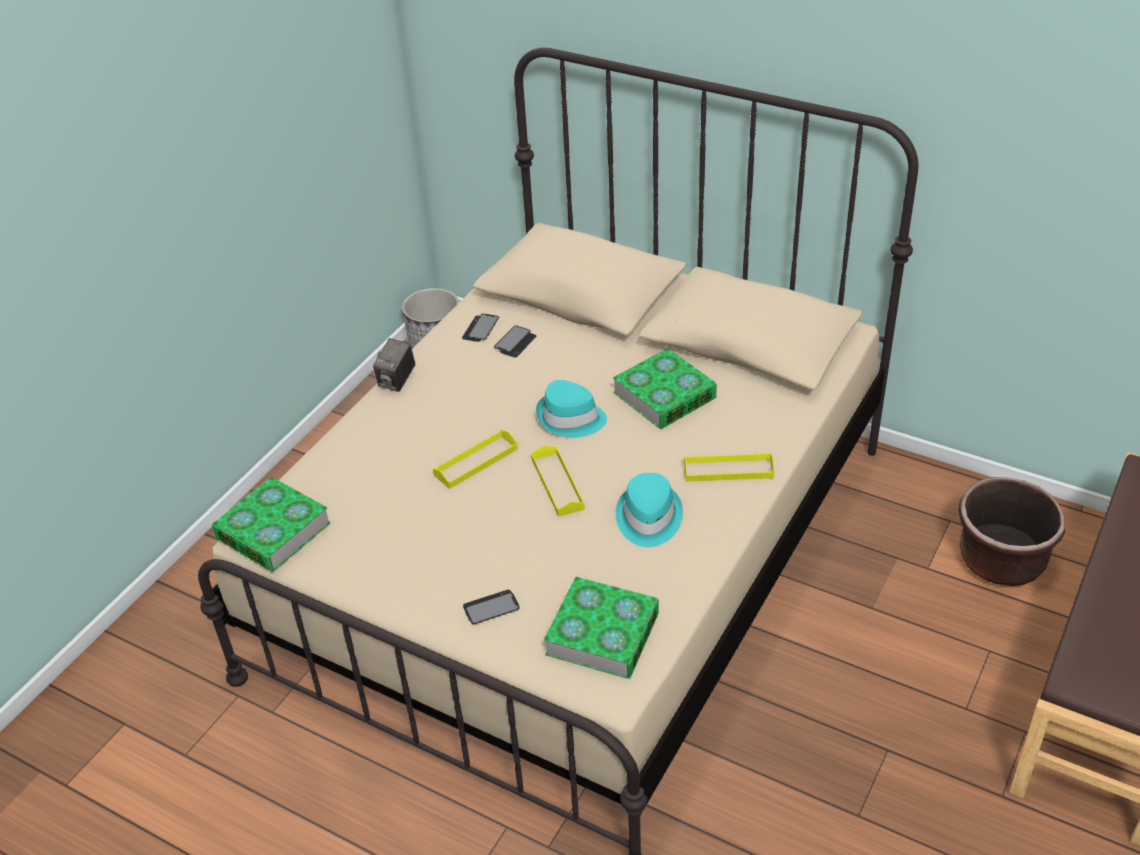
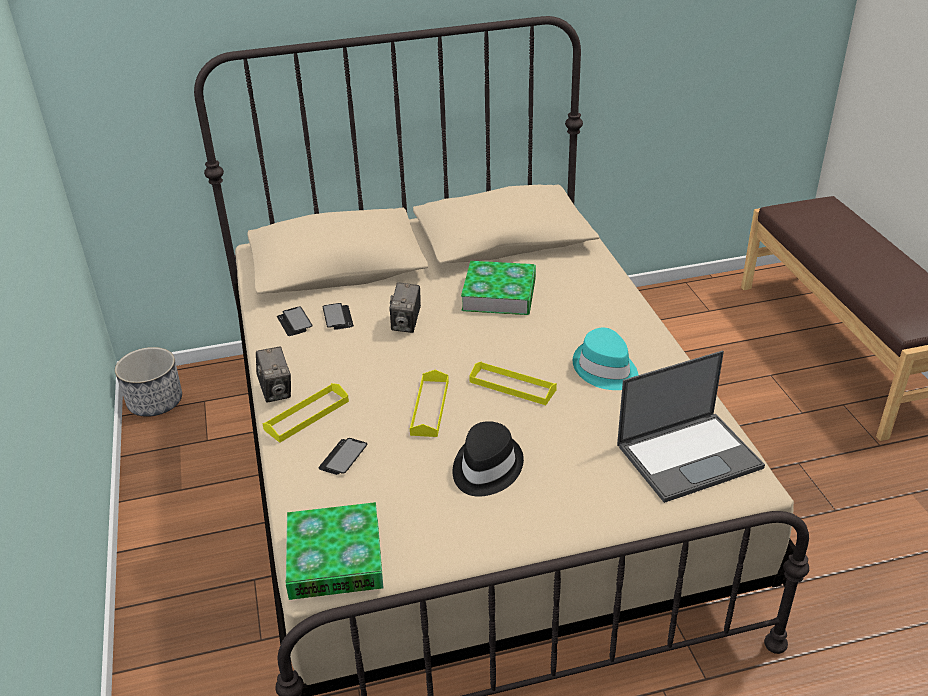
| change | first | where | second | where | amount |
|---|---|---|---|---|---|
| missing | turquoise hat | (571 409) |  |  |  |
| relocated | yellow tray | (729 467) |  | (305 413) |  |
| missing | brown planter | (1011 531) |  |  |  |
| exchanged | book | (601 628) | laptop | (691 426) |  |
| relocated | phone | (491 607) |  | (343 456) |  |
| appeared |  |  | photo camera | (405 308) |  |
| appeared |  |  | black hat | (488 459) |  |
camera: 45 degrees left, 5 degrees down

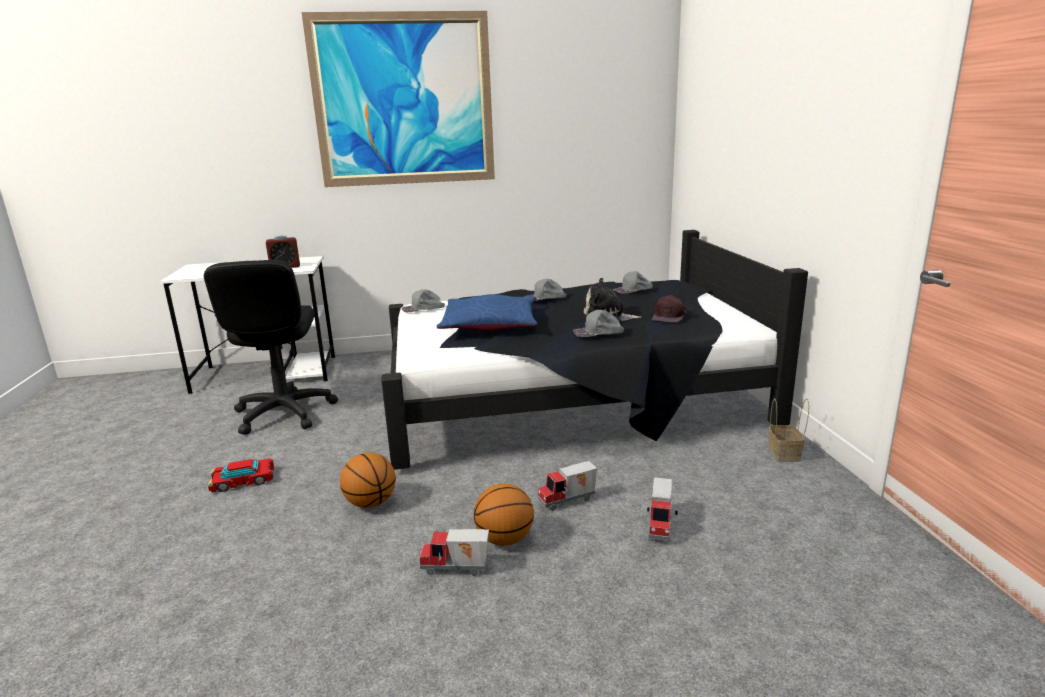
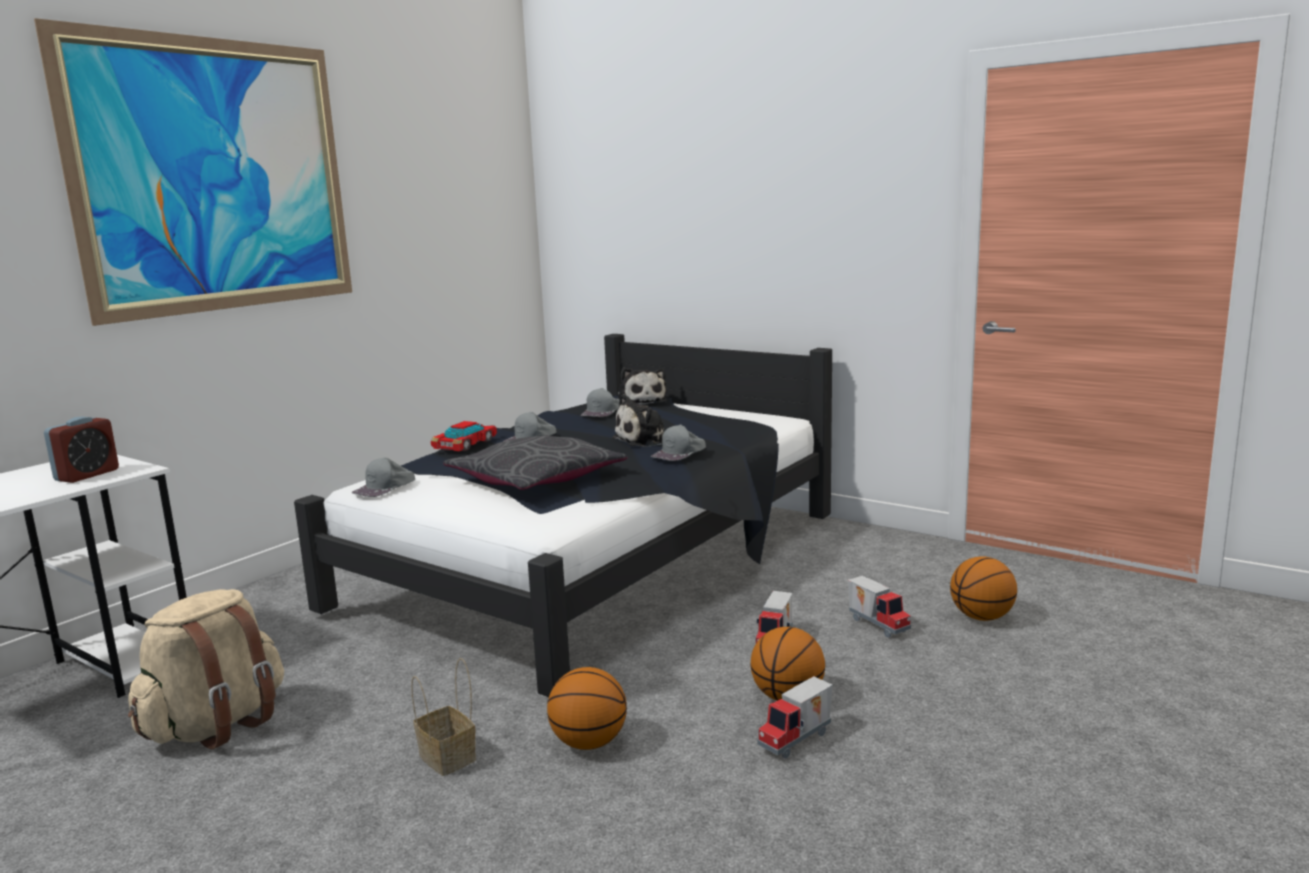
| change | first | where | second | where | amount |
|---|---|---|---|---|---|
| exchanged | black office chair | (271 347) | beige backpack | (206 669) |  |
| colour | blue pillow | (487 312) | grey pillow | (535 462) |  |
| missing | brown cap | (669 309) |  |  |  |
| relocated | basket | (788 430) |  | (443 717) |  |
| relocated | toy car | (241 475) |  | (464 436) |  |
| appeared |  |  | plush toy | (642 386) |  |
| appeared |  |  | basketball | (983 588) |  |
camera: 45 degrees left, 5 degrees down

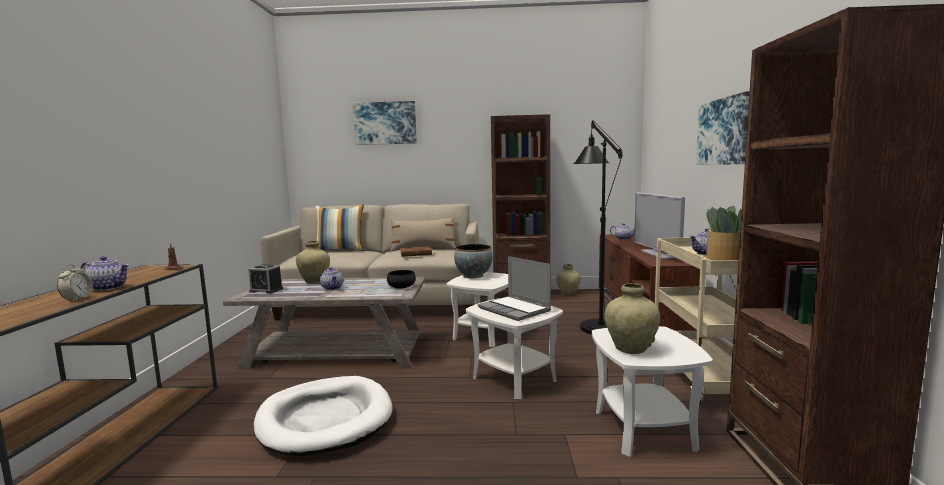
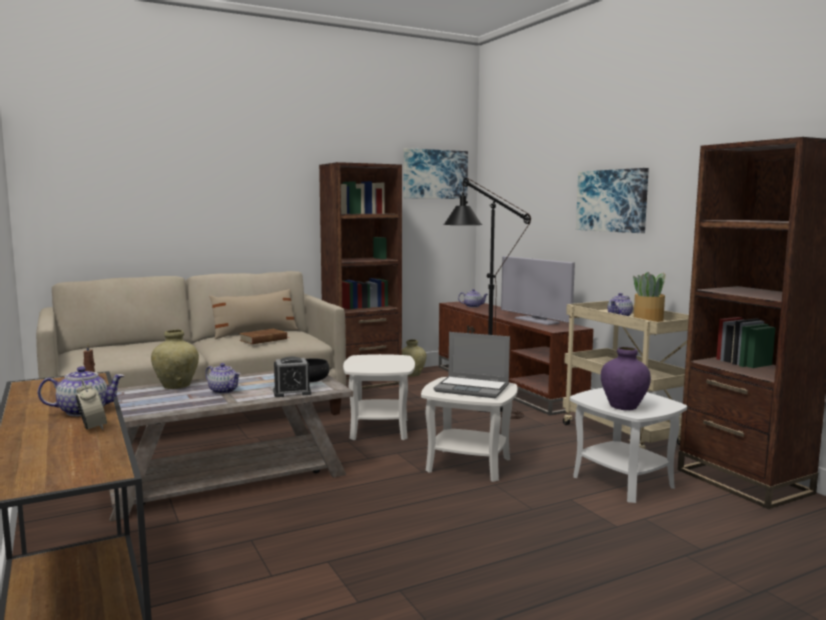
| change | first | where | second | where | amount |
|---|---|---|---|---|---|
| relocated | picture | (385 123) |  | (435 173) |  |
| missing | pillow | (339 227) |  |  |  |
| missing | bowl | (473 261) |  |  |  |
| relocated | alarm clock | (265 279) |  | (292 377) |  |
| colour | beige vase | (632 318) | purple vase | (626 378) |  |
| missing | white dog bed | (323 416) |  |  |  |
camera: 30 degrees left, 0 degrees up

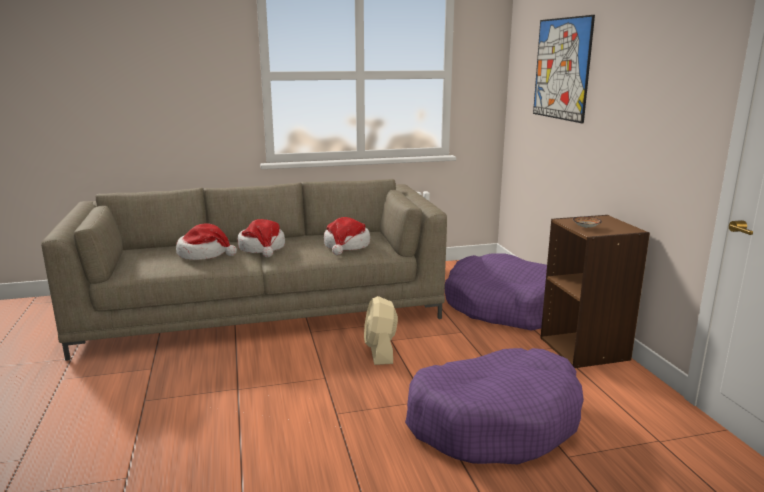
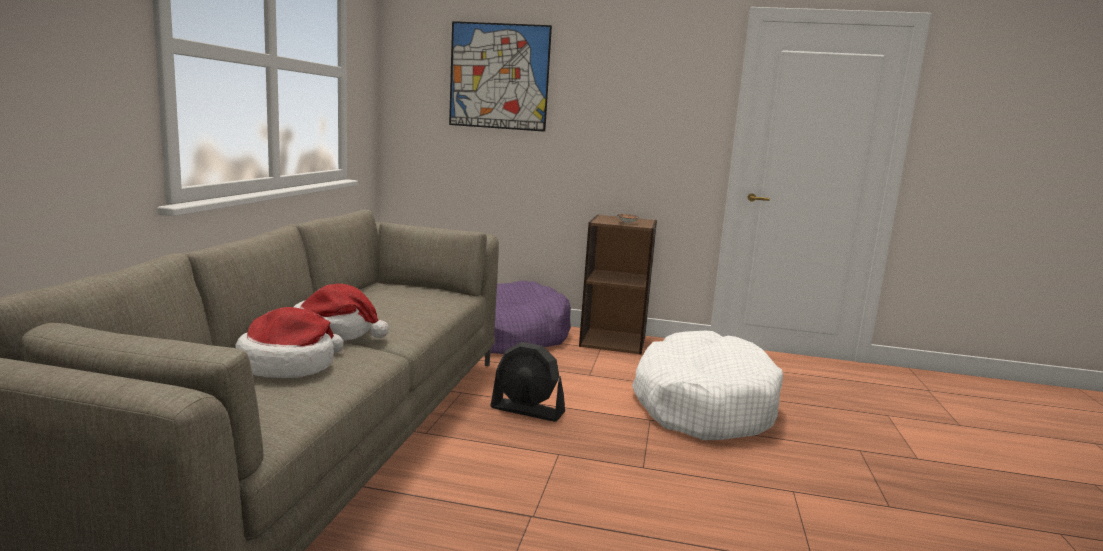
| change | first | where | second | where | amount |
|---|---|---|---|---|---|
| missing | hat | (347 236) |  |  |  |
| colour | beige fan | (381 330) | black fan | (527 382) |  |
| colour | purple dog bed | (494 406) | white dog bed | (707 385) |  |
camera: 65 degrees left, 5 degrees down

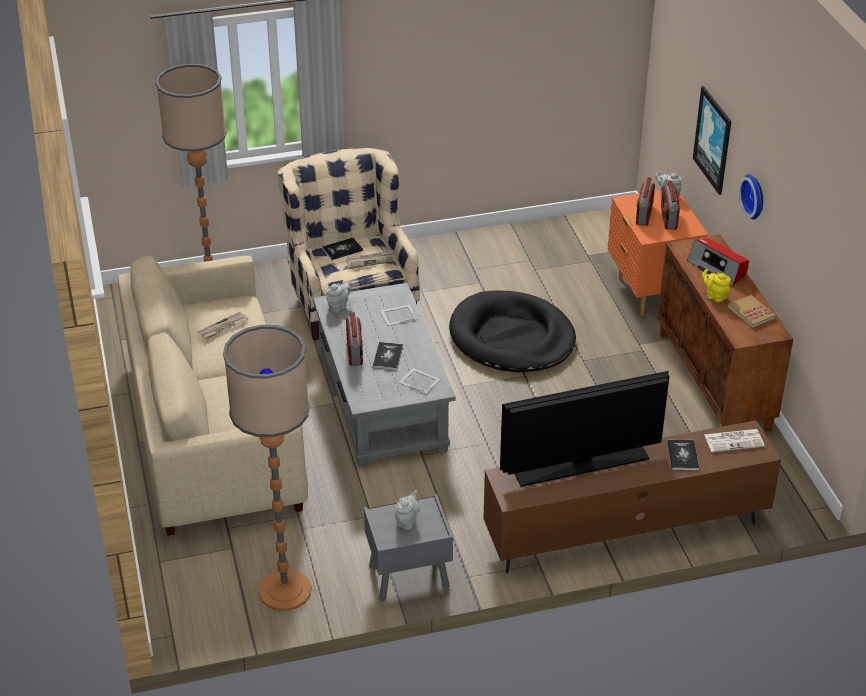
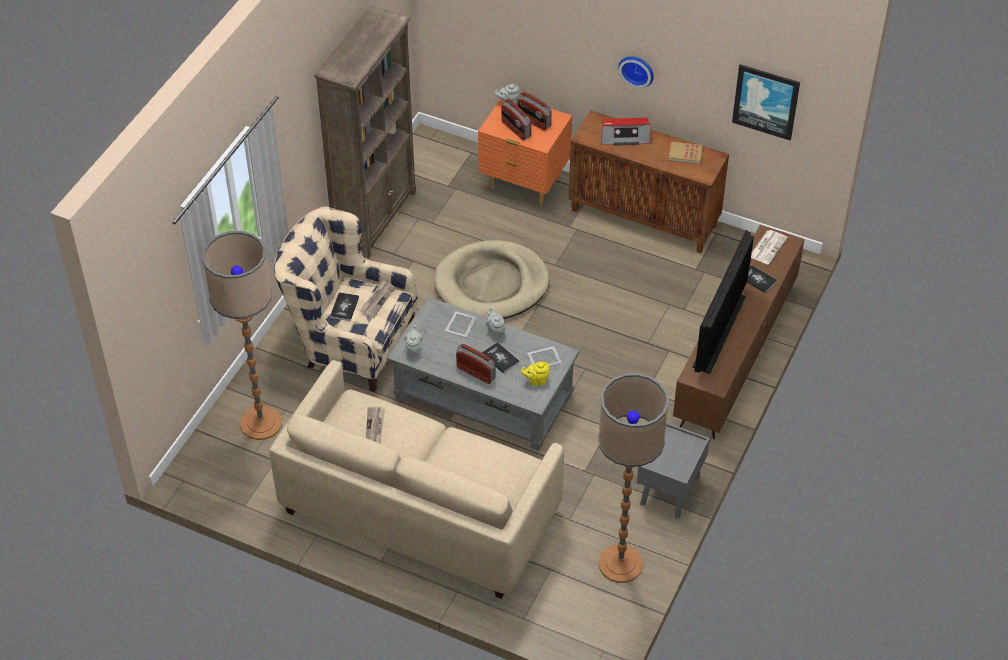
| change | first | where | second | where | amount |
|---|---|---|---|---|---|
| relocated | picture | (712 140) |  | (766 102) |  |
| relocated | yellow teapot | (716 285) |  | (535 374) |  |
| colour | black dog bed | (512 331) | beige dog bed | (492 279) |  |
| relocated | grey teapot | (407 510) |  | (495 322) |  |
| appeared |  |  | brown bookcase | (365 132) |  |
camera: 50 degrees left, 10 degrees up

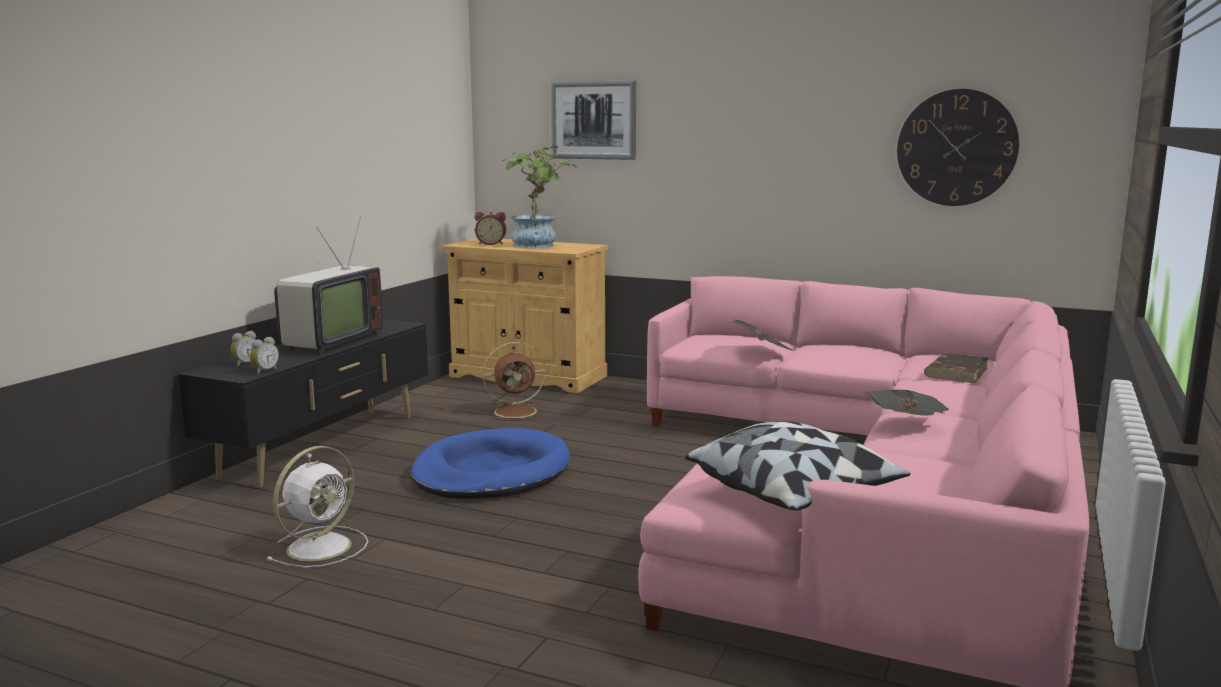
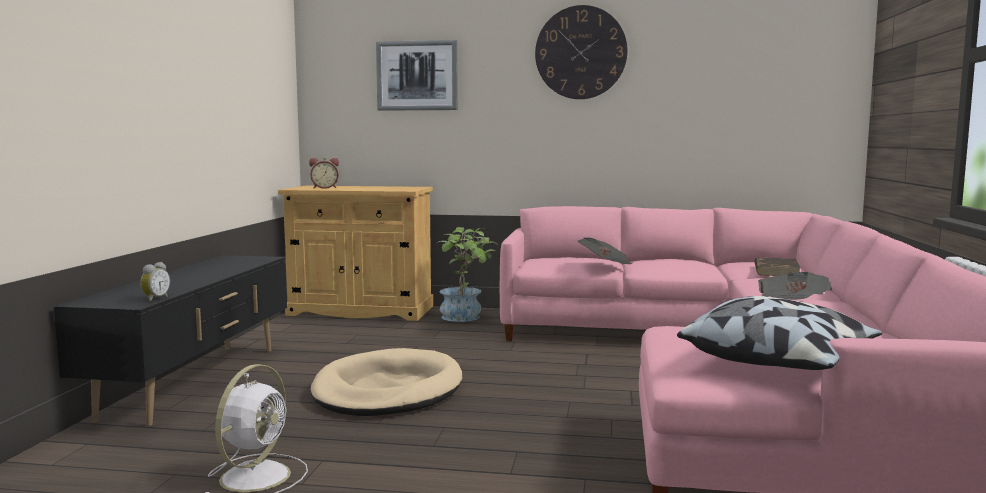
| change | first | where | second | where | amount |
|---|---|---|---|---|---|
| relocated | wall clock | (958 147) |  | (581 52) |  |
| relocated | potted plant | (540 197) |  | (467 274) |  |
| missing | television | (328 285) |  |  |  |
| missing | alarm clock | (243 349) |  |  |  |
| missing | brown fan | (514 381) |  |  |  |
| colour | blue dog bed | (490 463) | beige dog bed | (386 382) |  |
camera: 15 degrees left, 5 degrees down

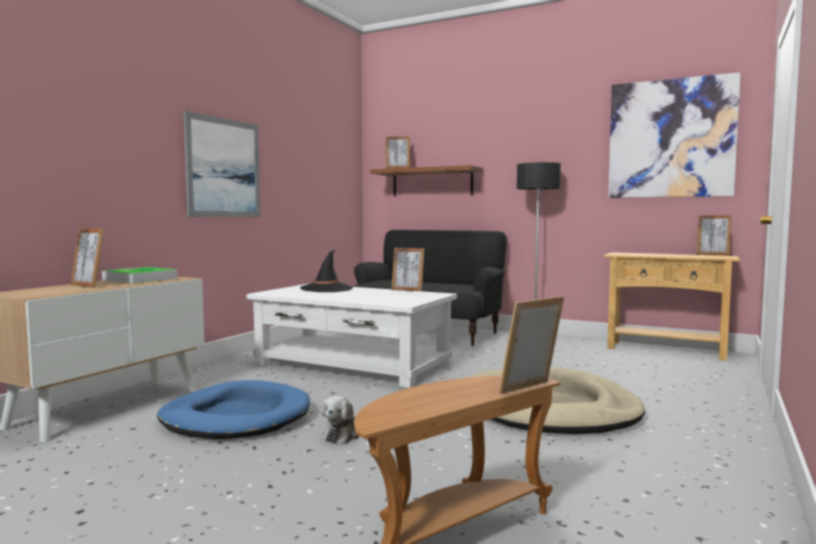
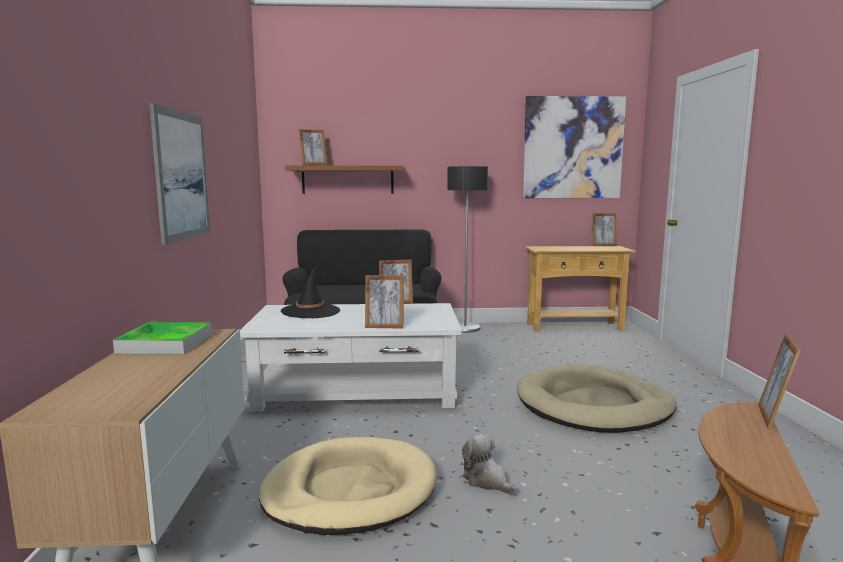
| change | first | where | second | where | amount |
|---|---|---|---|---|---|
| relocated | picture frame | (87 258) |  | (384 302) |  |
| colour | blue dog bed | (233 409) | beige dog bed | (347 486) |  |
| spun | plush toy | (340 420) |  | (490 464) | 150 degrees clockwise |
camera: 30 degrees left, 5 degrees up

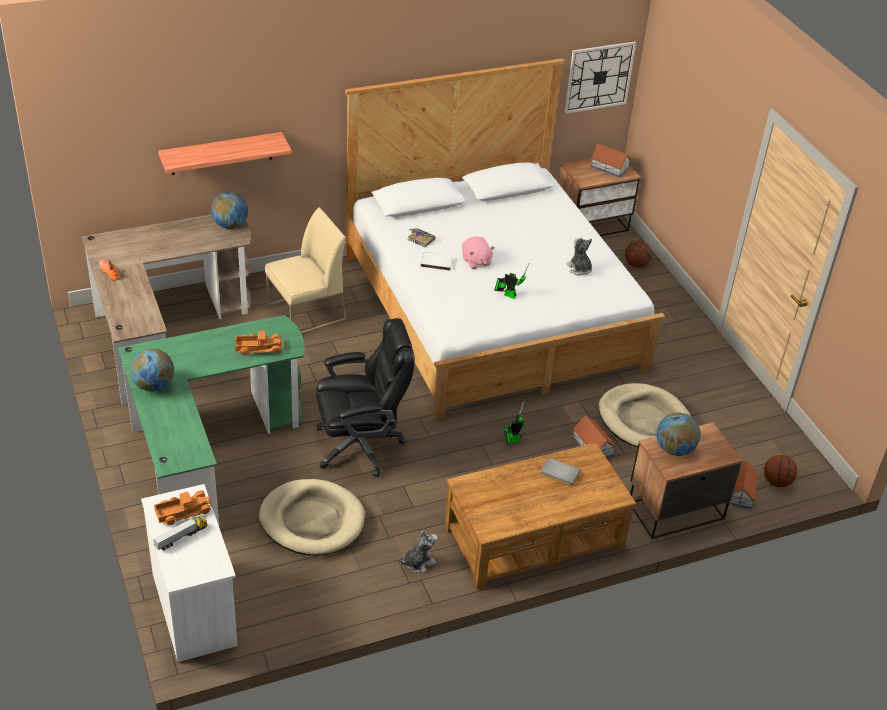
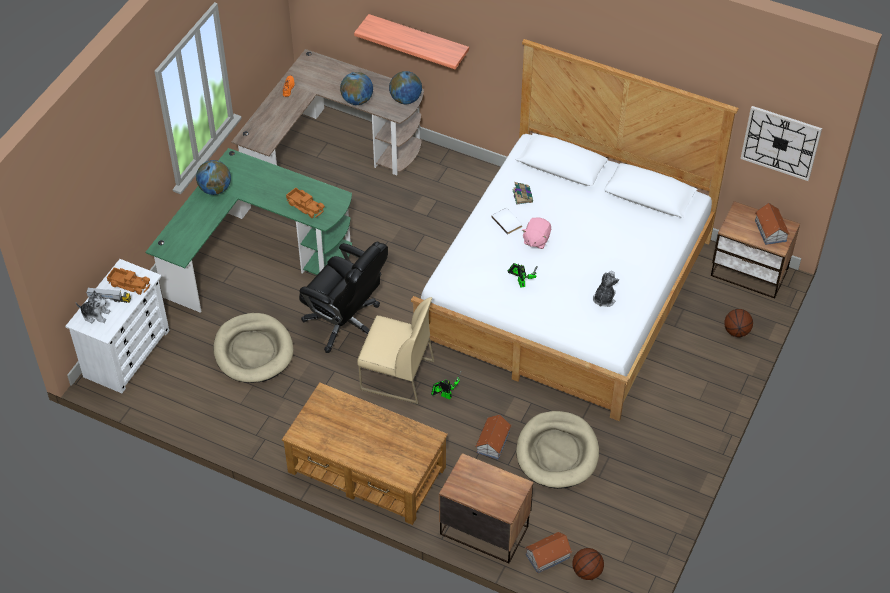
| change | first | where | second | where | amount |
|---|---|---|---|---|---|
| relocated | beige chair | (306 271) |  | (396 350) |  |
| relocated | globe | (679 434) |  | (356 88) |  |
| missing | grey book | (560 472) |  |  |  |
| relocated | plush toy | (419 552) |  | (92 307) |  |
camera: 50 degrees right, 10 degrees up

